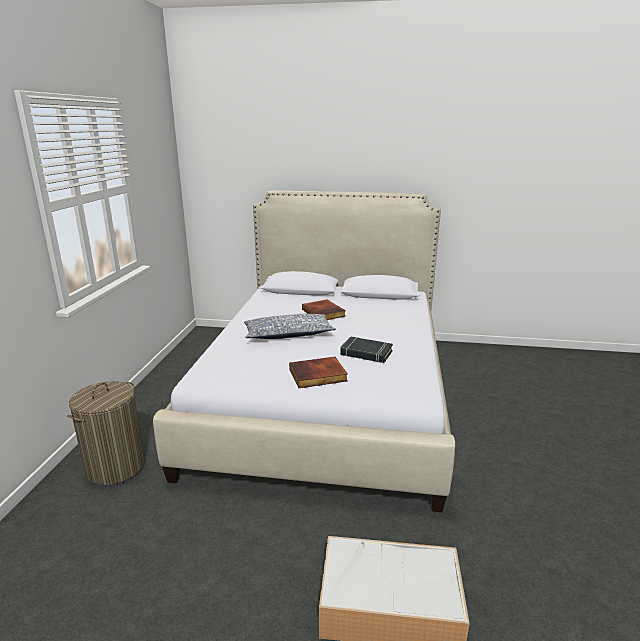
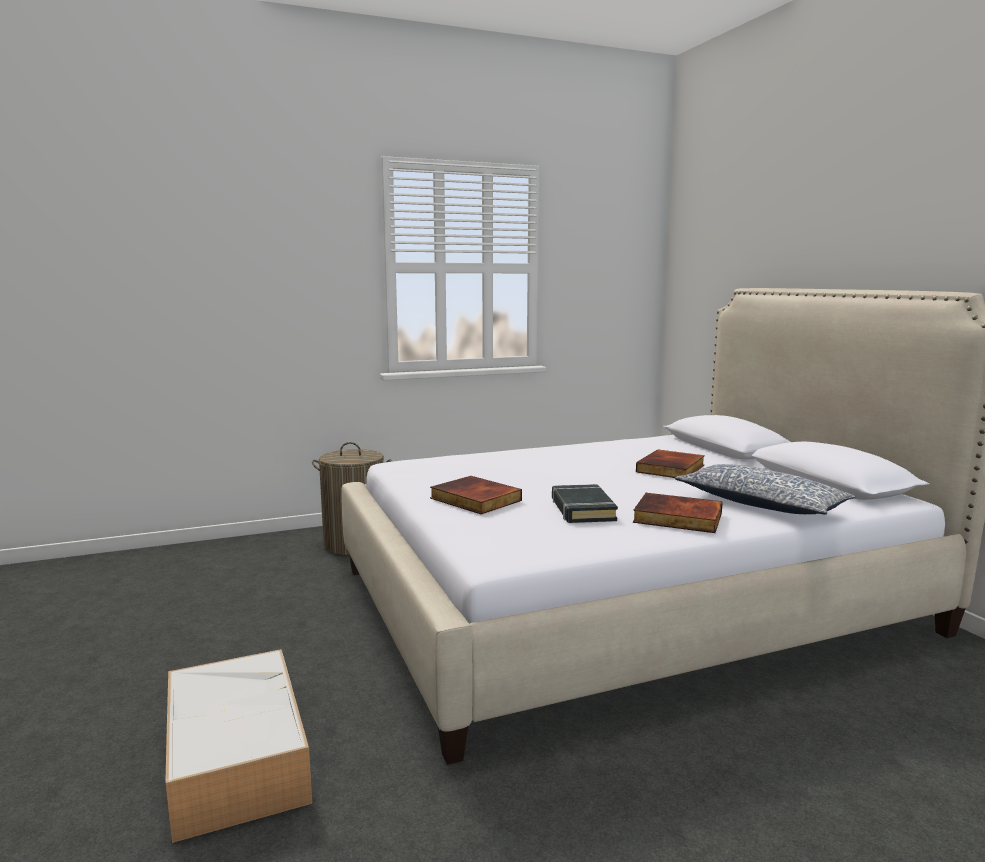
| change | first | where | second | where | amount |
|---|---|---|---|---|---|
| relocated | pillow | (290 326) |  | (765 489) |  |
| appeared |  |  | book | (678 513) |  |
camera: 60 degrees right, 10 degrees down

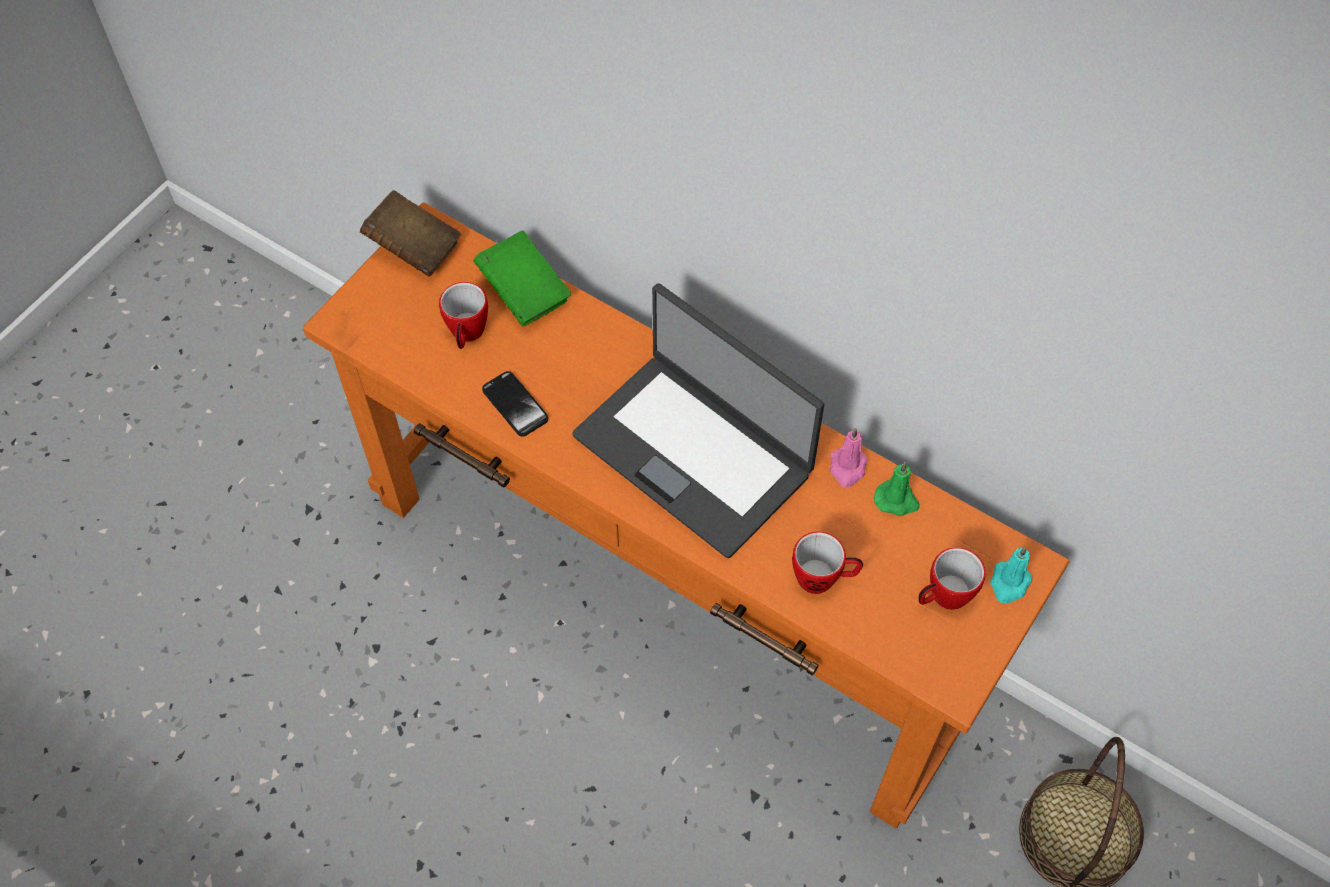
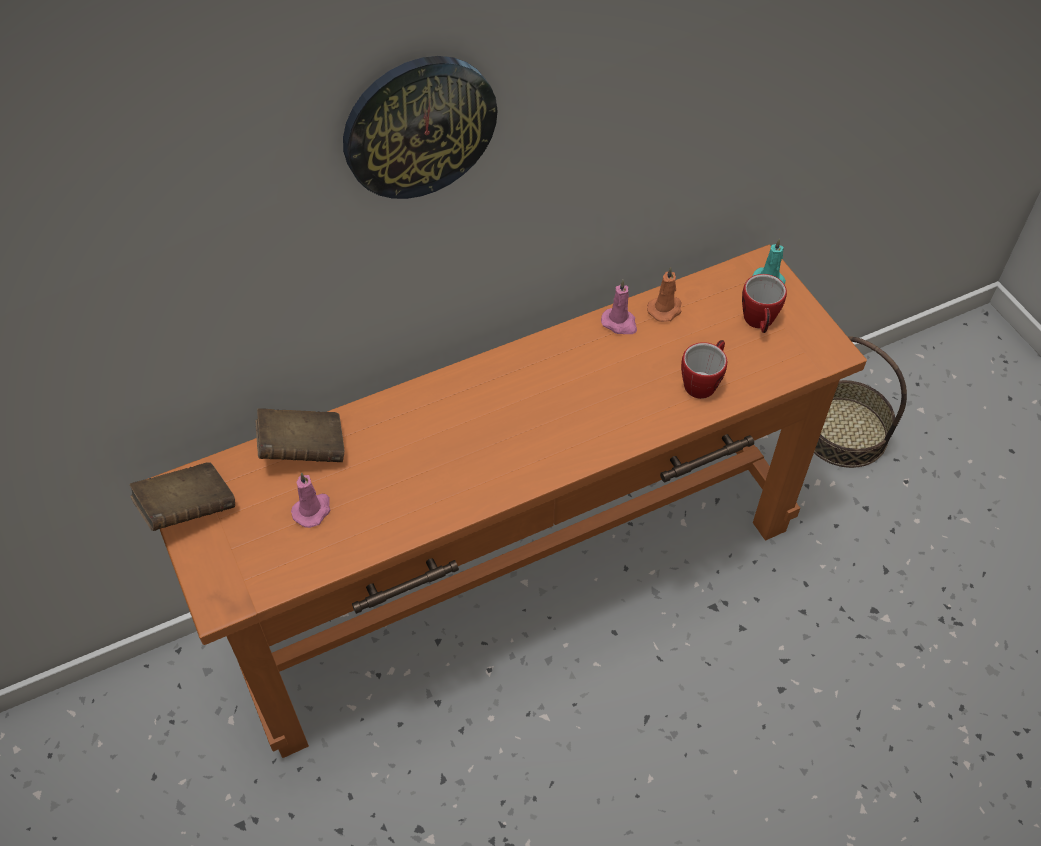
| change | first | where | second | where | amount |
|---|---|---|---|---|---|
| colour | green book | (522 278) | brown book | (300 435) |  |
| exchanged | mug | (463 315) | pink candle | (311 500) |  |
| missing | laptop | (698 420) |  |  |  |
| missing | phone | (515 404) |  |  |  |
| colour | green candle | (897 489) | orange candle | (664 294) |  |
| appeared |  |  | wall clock | (420 127) |  |
camera: 60 degrees left, 5 degrees down

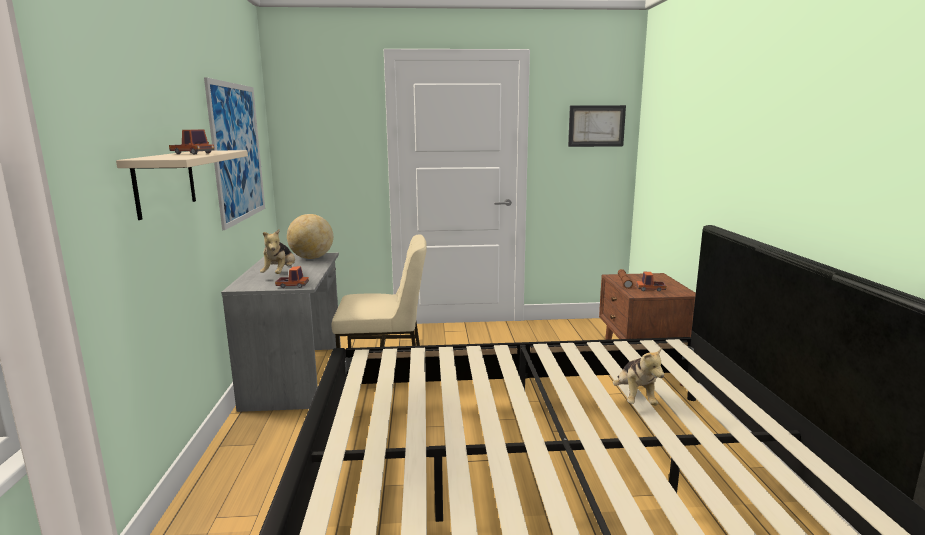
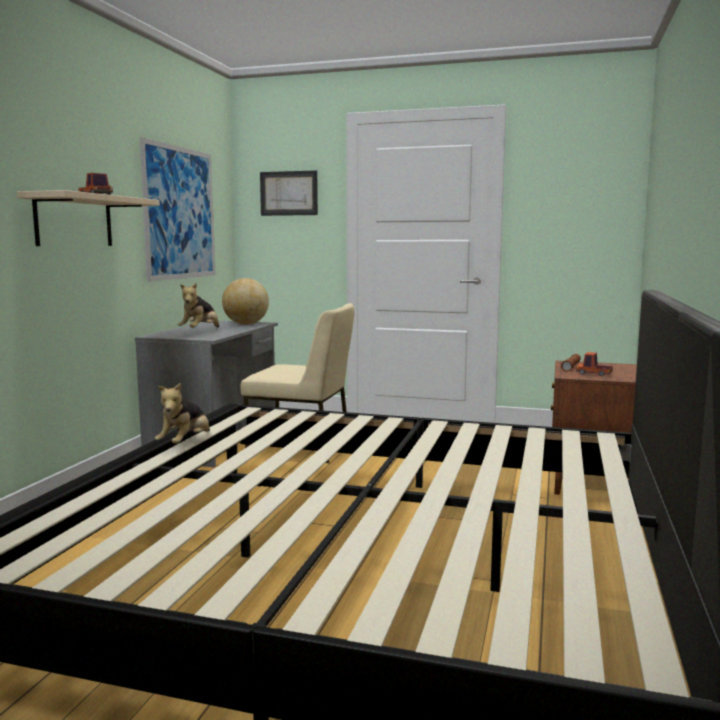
| change | first | where | second | where | amount |
|---|---|---|---|---|---|
| relocated | picture | (597 126) |  | (289 193) |  |
| missing | toy truck | (292 277) |  |  |  |
| relocated | plush toy | (638 376) |  | (182 413) |  |
camera: 20 degrees right, 5 degrees down

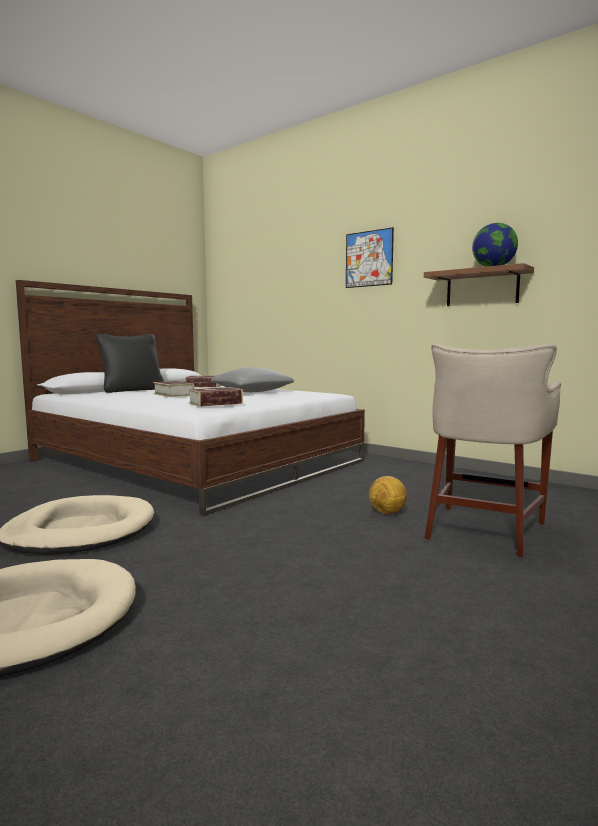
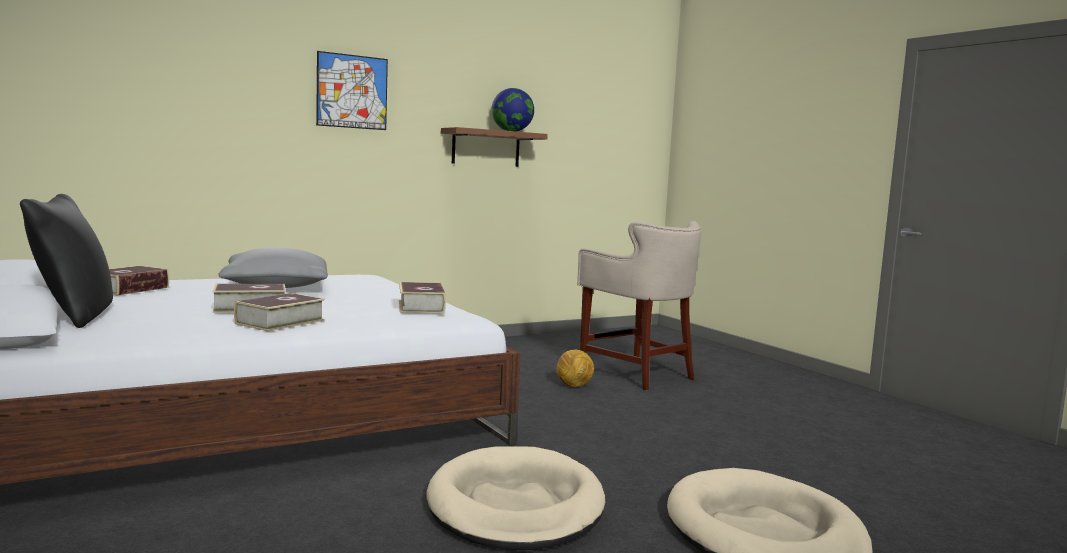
| change | first | where | second | where | amount |
|---|---|---|---|---|---|
| appeared |  |  | book | (279 312) |  |
camera: 70 degrees left, 0 degrees up

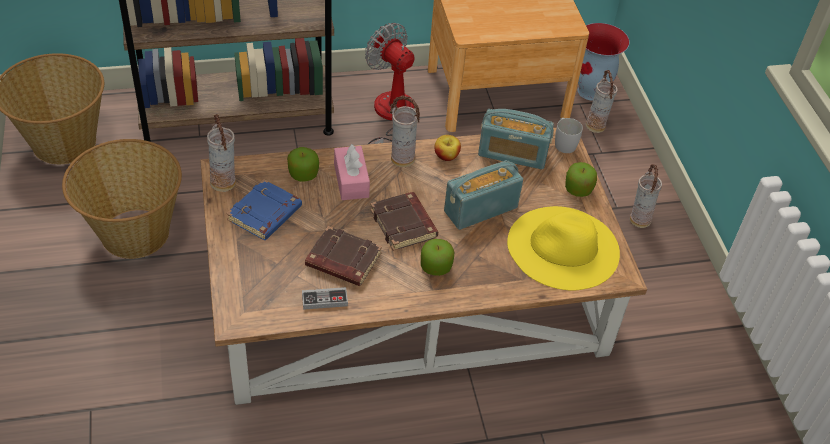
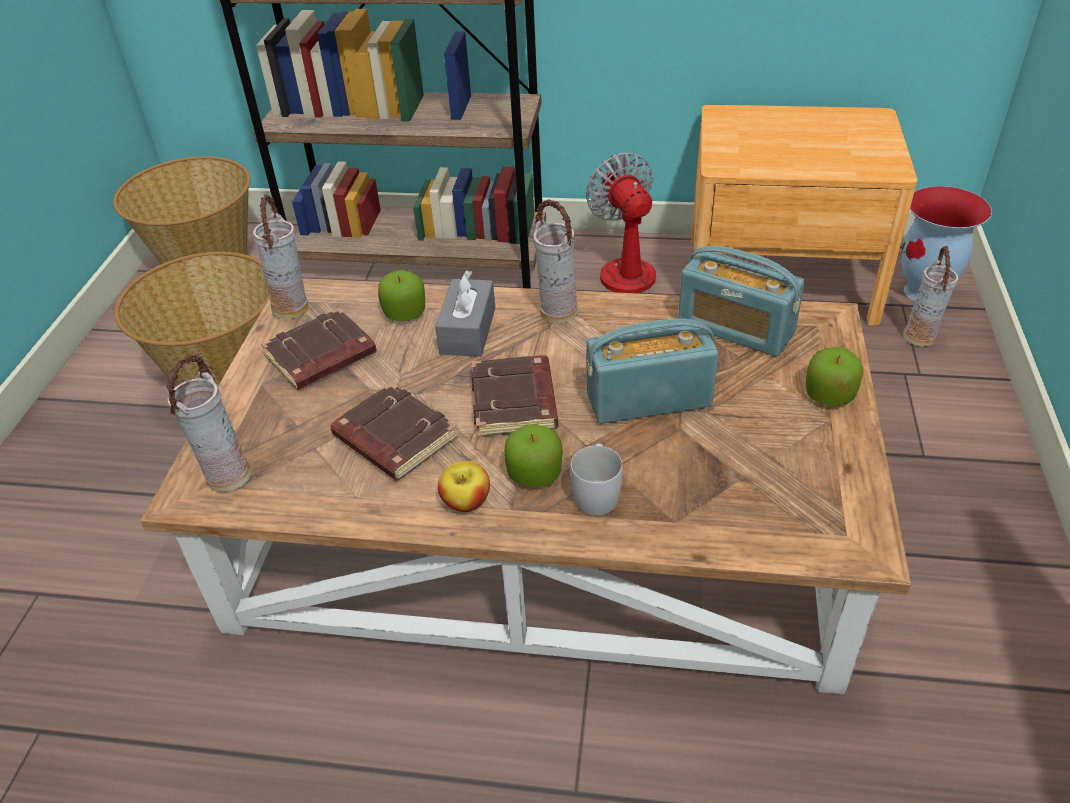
| change | first | where | second | where | amount |
|---|---|---|---|---|---|
| relocated | white mug | (569 135) |  | (597 480) |  |
| relocated | apple | (447 148) |  | (464 486) |  |
| colour | pink tissue box | (352 172) | grey tissue box | (465 313) |  |
| relocated | vase | (646 196) |  | (209 423) |  |
| colour | blue book | (264 209) | brown book | (319 349) |  |
| missing | yellow hat | (563 248) |  |  |  |
| missing | game controller | (325 298) |  |  |  |
camera: 25 degrees right, 5 degrees down

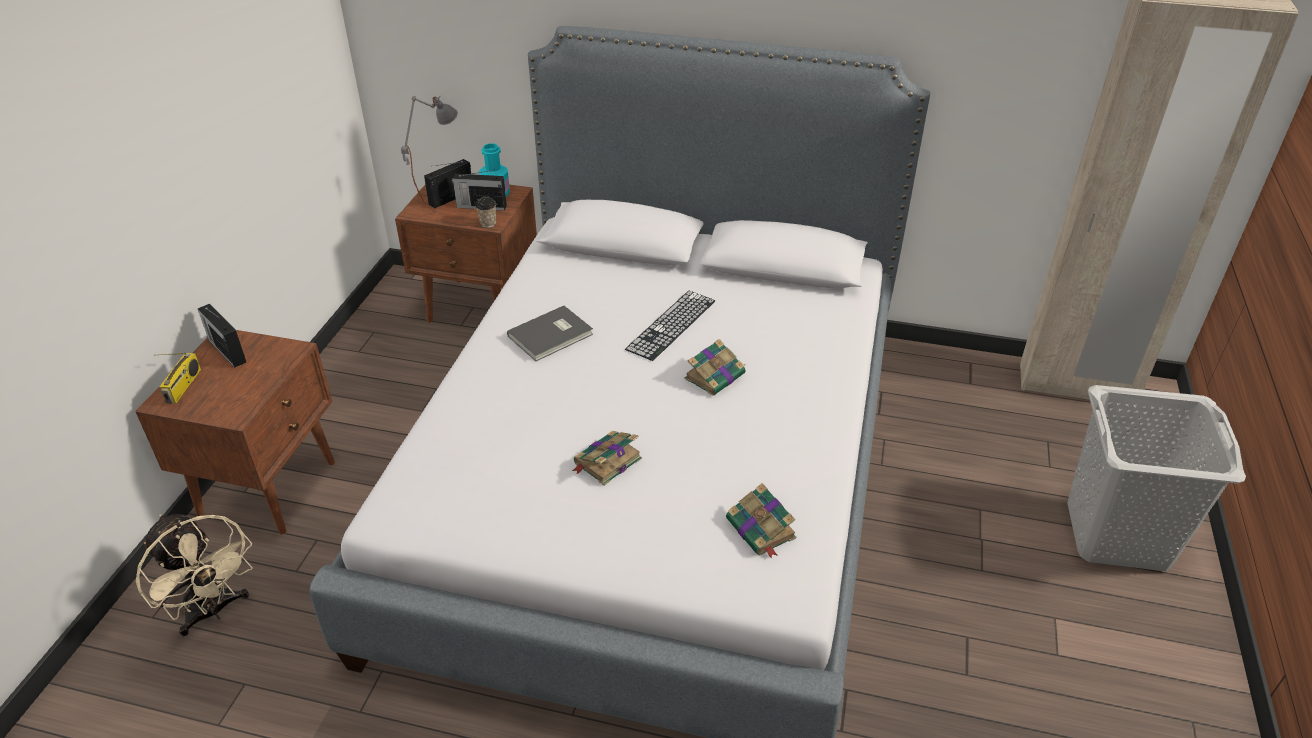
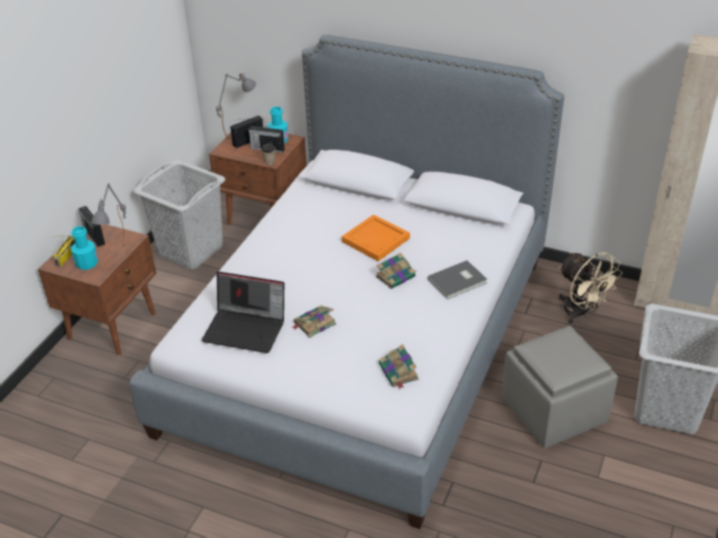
| change | first | where | second | where | amount |
|---|---|---|---|---|---|
| exchanged | keyboard | (670 326) | orange tray | (376 238) |  |
| relocated | grey book | (550 333) |  | (457 279) |  |
| relocated | beige fan | (194 575) |  | (590 288) |  |
| appeared |  |  | grey laundry basket | (179 214) |  |
| appeared |  |  | grey table lamp | (108 214) |  |
| appeared |  |  | turquoise bottle | (84 248) |  |
| appeared |  |  | laptop | (243 312) |  |
| appeared |  |  | grey ottoman | (560 387) |  |
camera: 10 degrees right, 0 degrees up

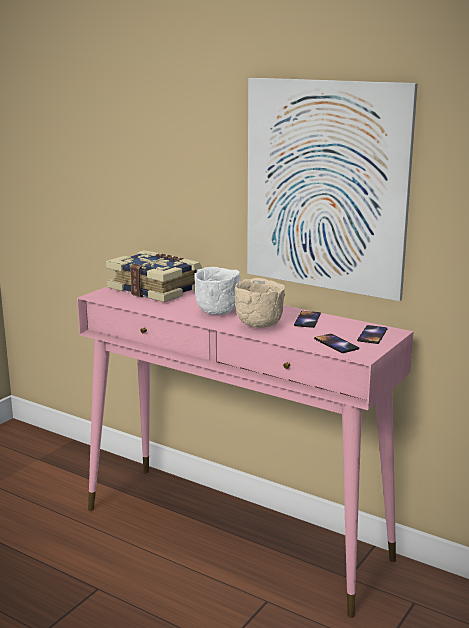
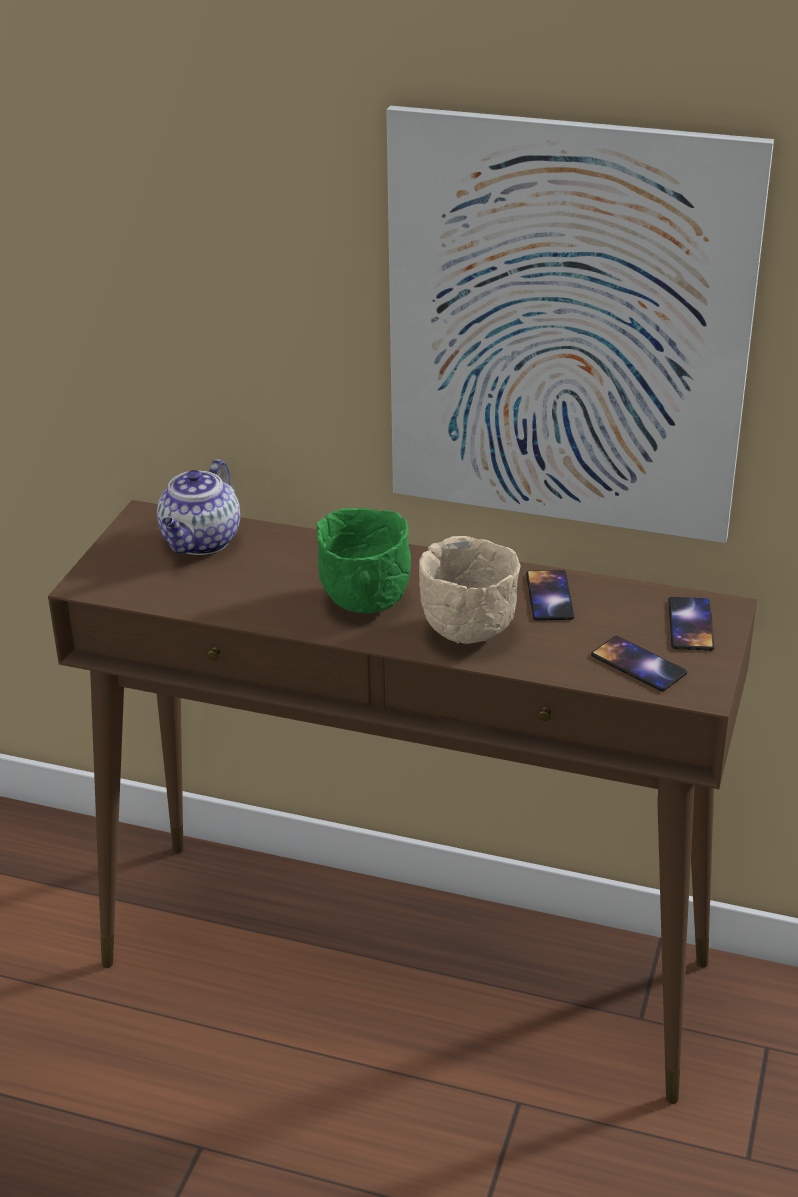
| change | first | where | second | where | amount |
|---|---|---|---|---|---|
| exchanged | book | (154 276) | teapot | (198 507) |  |
| colour | white bowl | (217 291) | green bowl | (363 560) |  |
| colour | pink console table | (245 452) | brown console table | (402 802) |  |
camera: 15 degrees left, 15 degrees up

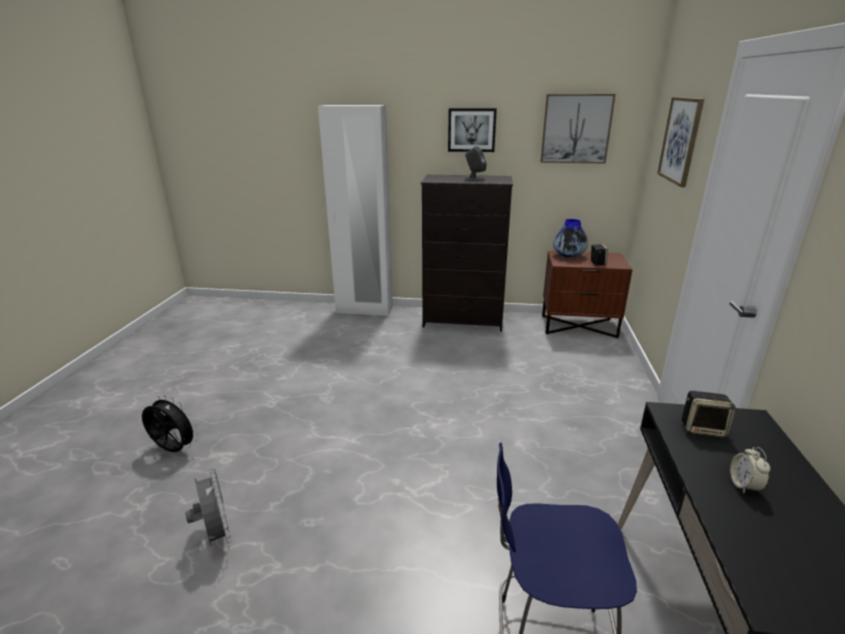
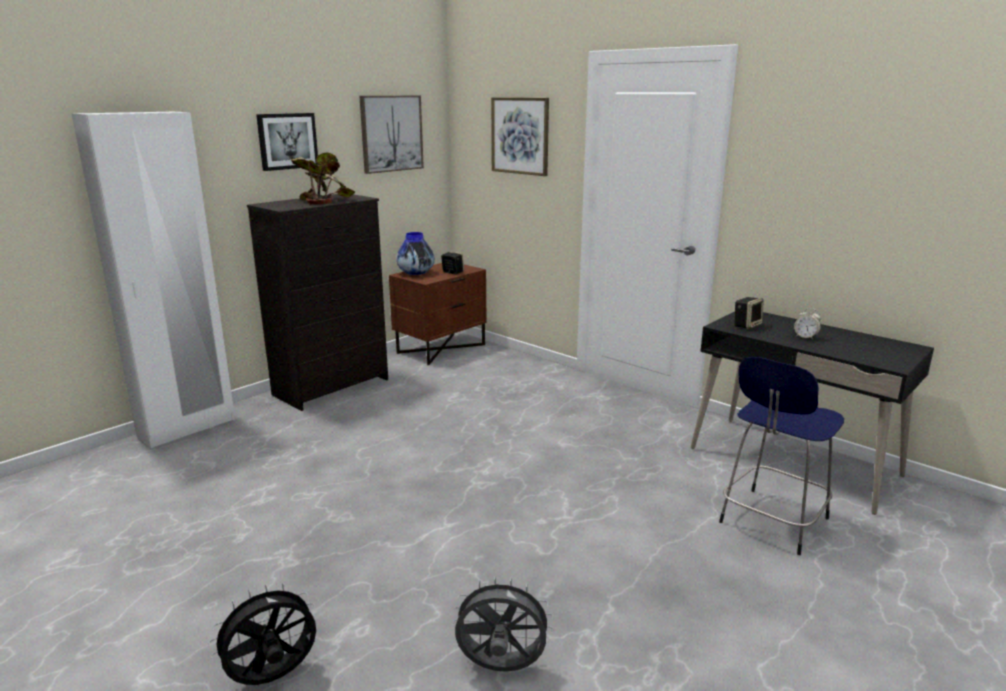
| change | first | where | second | where | amount |
|---|---|---|---|---|---|
| exchanged | grey speaker | (476 163) | potted plant | (323 178) |  |
camera: 55 degrees left, 5 degrees down

